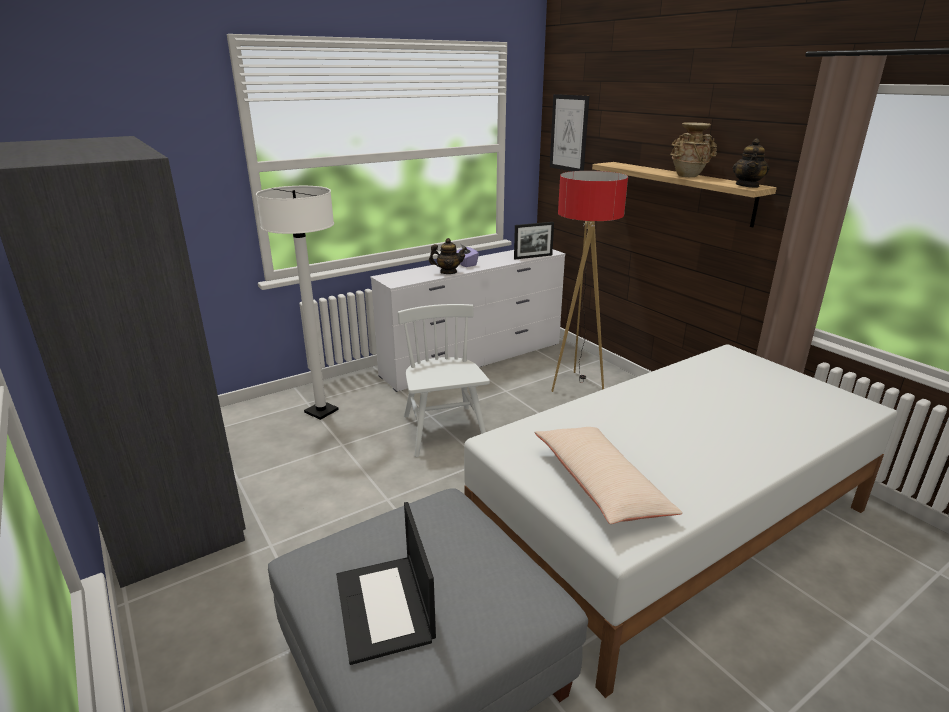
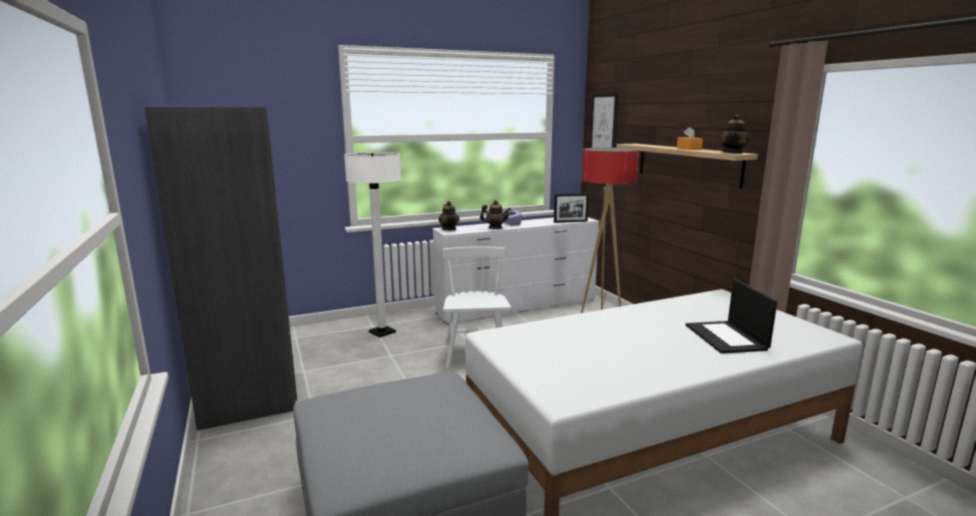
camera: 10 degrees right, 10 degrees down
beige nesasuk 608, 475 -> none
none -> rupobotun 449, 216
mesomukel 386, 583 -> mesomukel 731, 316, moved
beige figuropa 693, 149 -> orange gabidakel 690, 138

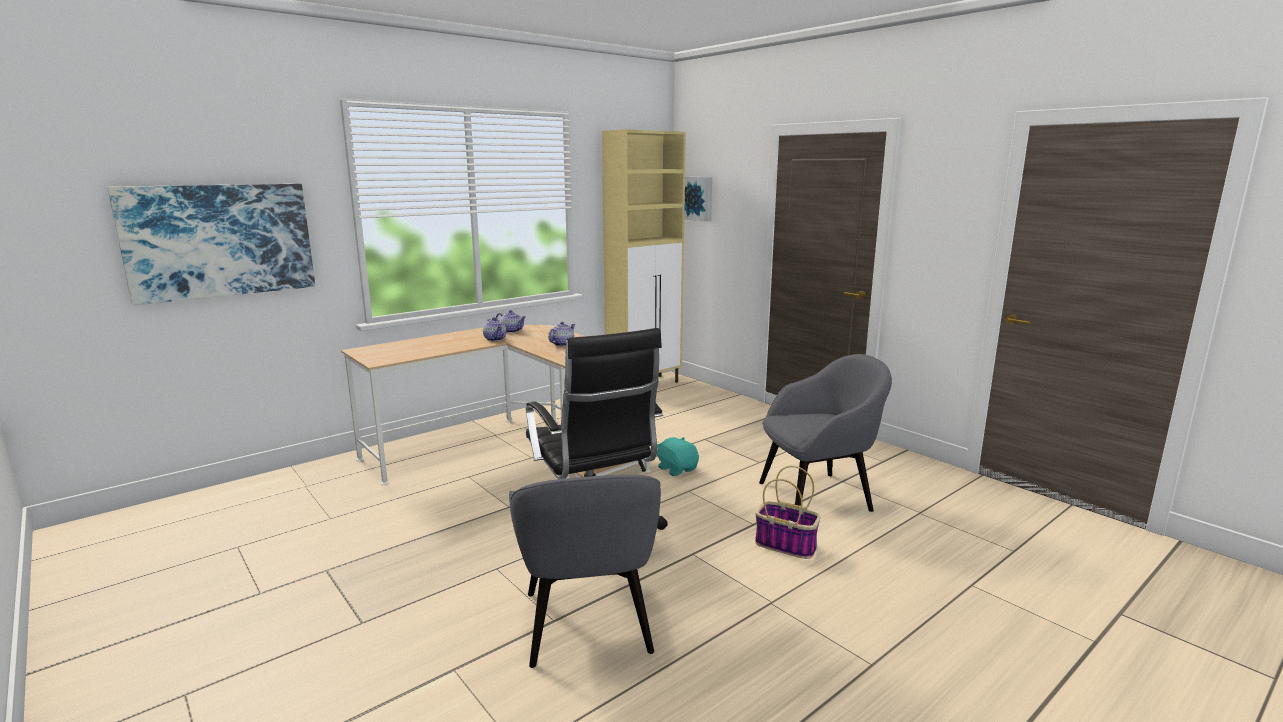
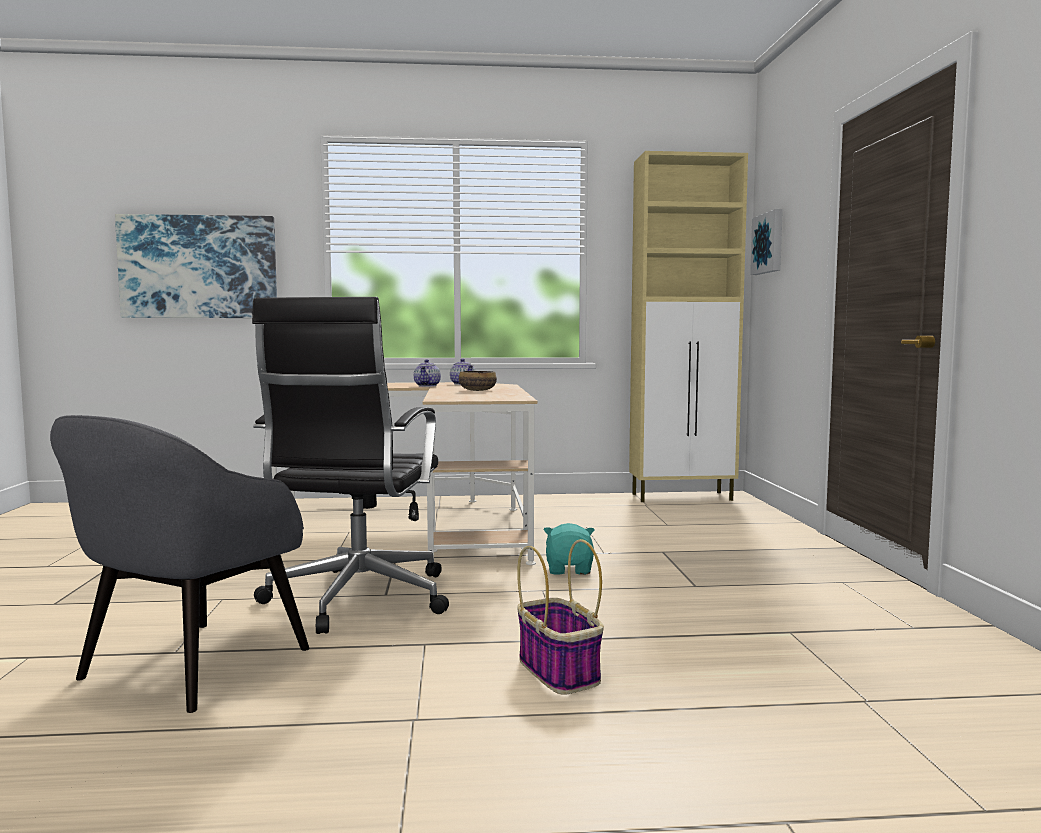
camera: 35 degrees right, 10 degrees down
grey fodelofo 825, 433 -> none
rupobotun 561, 334 -> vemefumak 478, 381

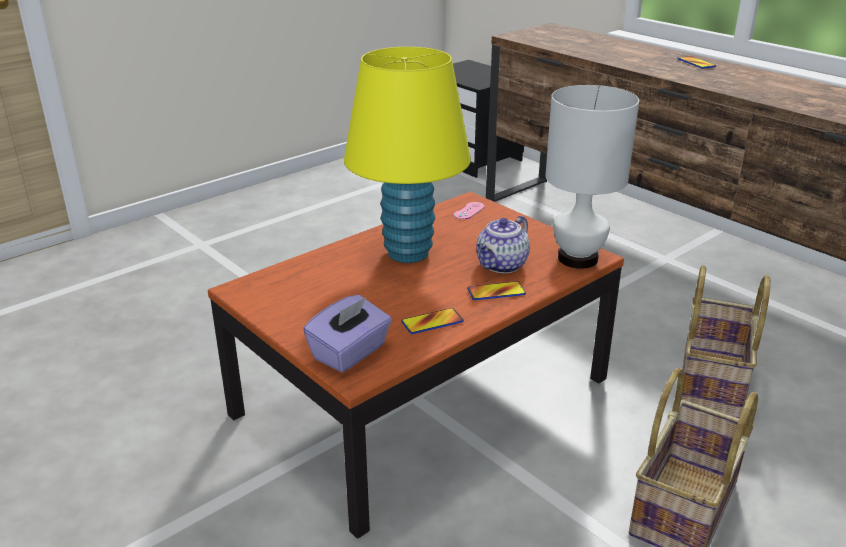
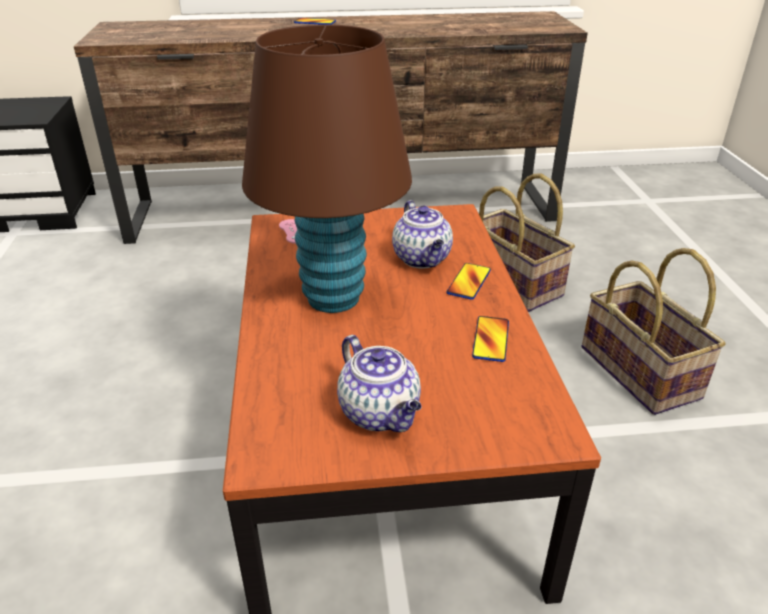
camera: 55 degrees left, 5 degrees up
purple gabidakel 347, 334 -> none
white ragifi 592, 177 -> none
none -> rupobotun 379, 383
yellow ragifi 407, 155 -> brown ragifi 327, 169

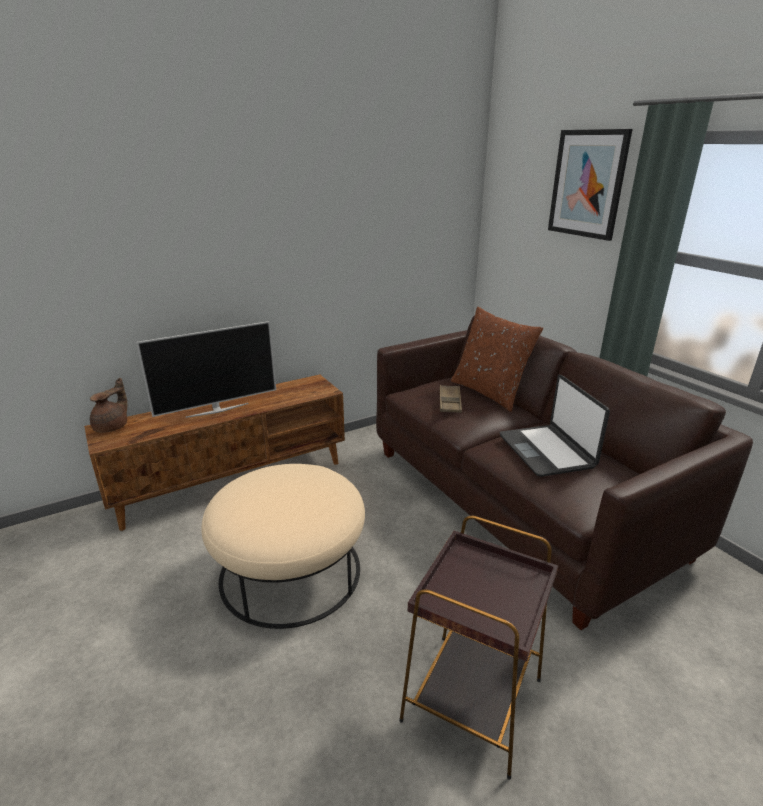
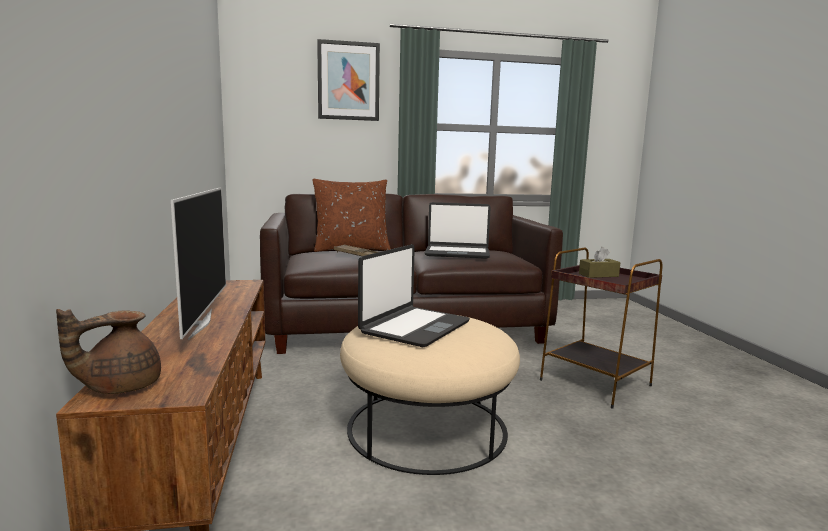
camera: 70 degrees left, 15 degrees down
none -> mesomukel 414, 295
none -> brown gabidakel 599, 262
brown rupobotun 108, 405 -> brown rupobotun 108, 351, 90 degrees counterclockwise

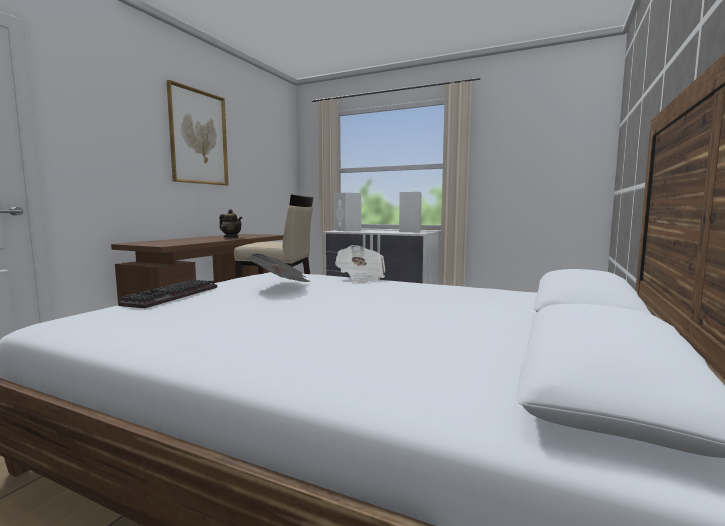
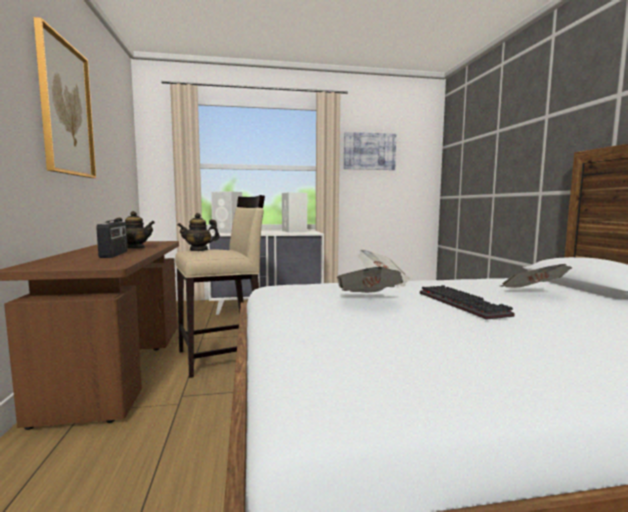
camera: 35 degrees left, 0 degrees up
none -> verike 112, 239
none -> rupobotun 198, 232
none -> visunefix 370, 151
none -> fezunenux 536, 276
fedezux 167, 293 -> fedezux 467, 302, moved

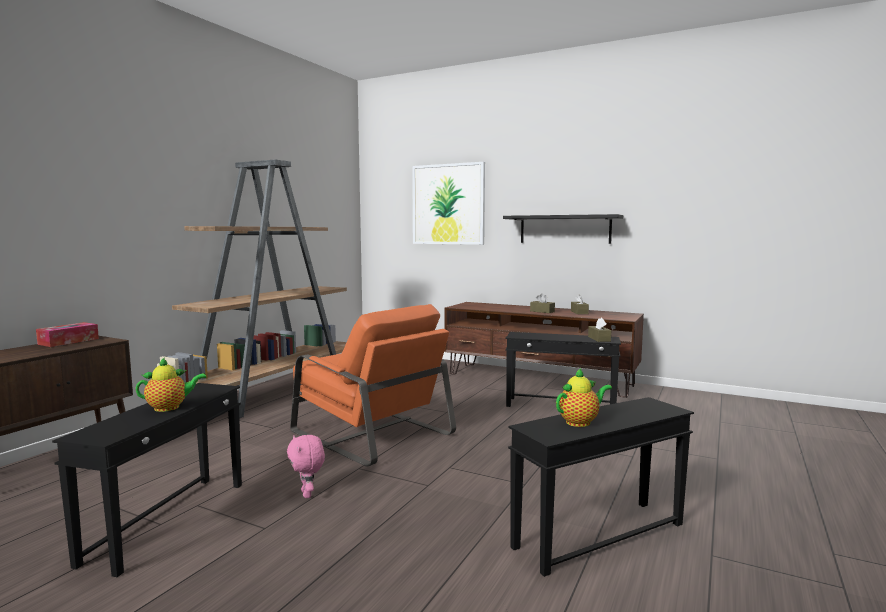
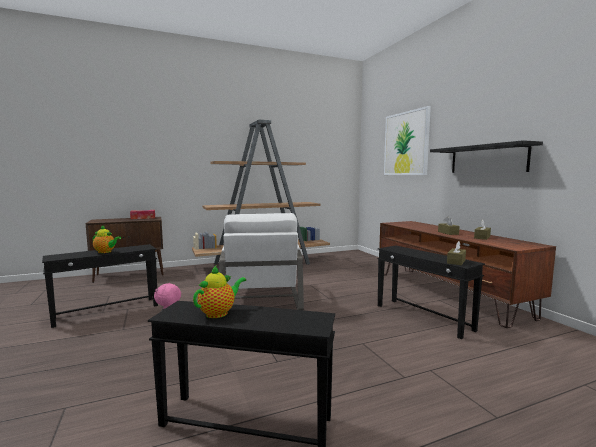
camera: 40 degrees right, 0 degrees up
orange fodelofo 373, 385 -> white fodelofo 261, 261
rupobotun 584, 397 -> rupobotun 219, 292, 60 degrees counterclockwise

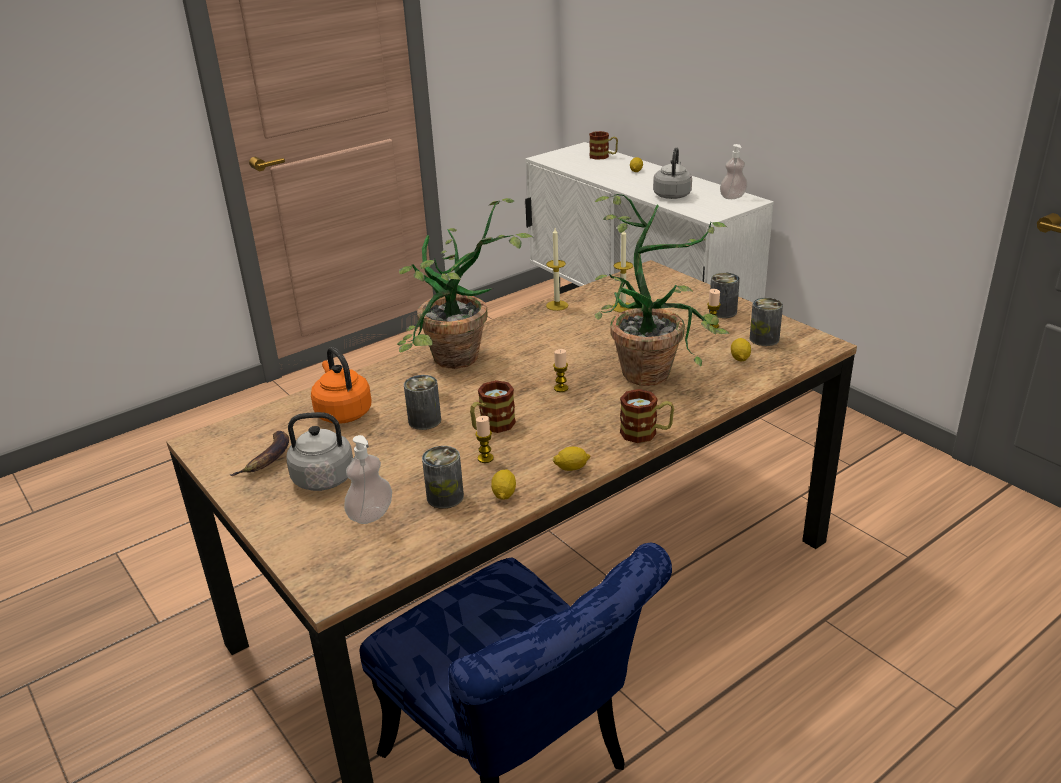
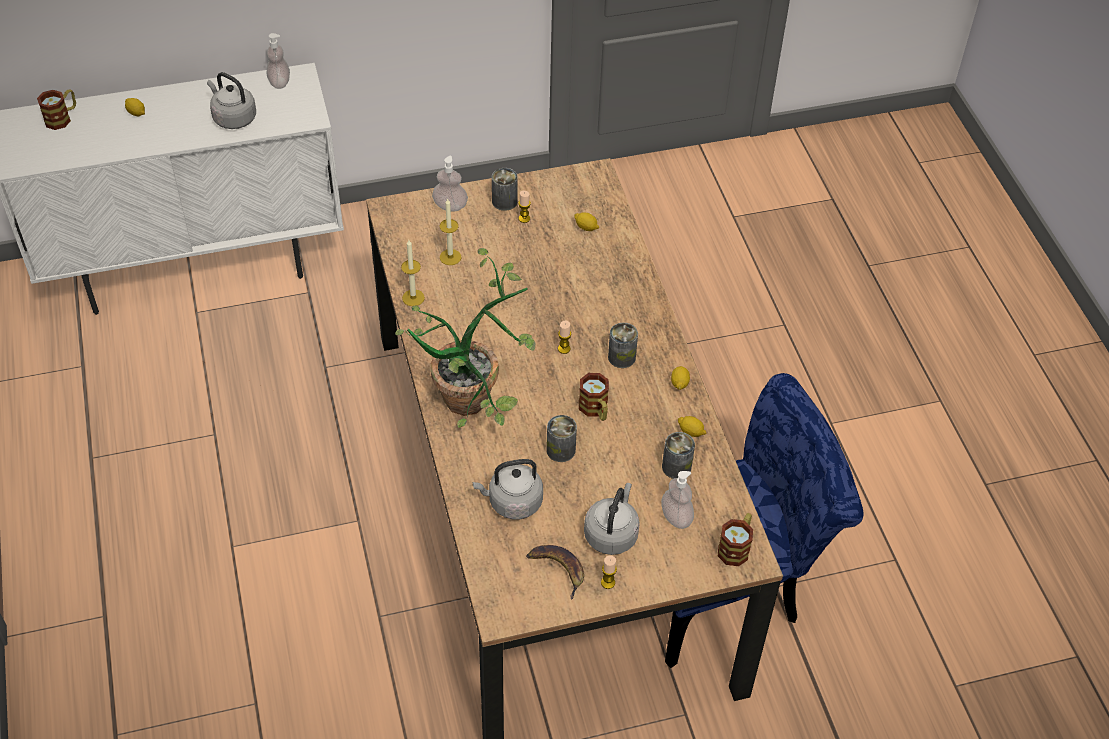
camera: 70 degrees left, 20 degrees up
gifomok 662, 290 -> none
none -> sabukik 450, 184
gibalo 484, 439 -> gibalo 609, 572, moved
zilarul 647, 416 -> zilarul 735, 539, moved
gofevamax 766, 322 -> gofevamax 623, 345, moved
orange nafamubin 341, 385 -> grey nafamubin 508, 489

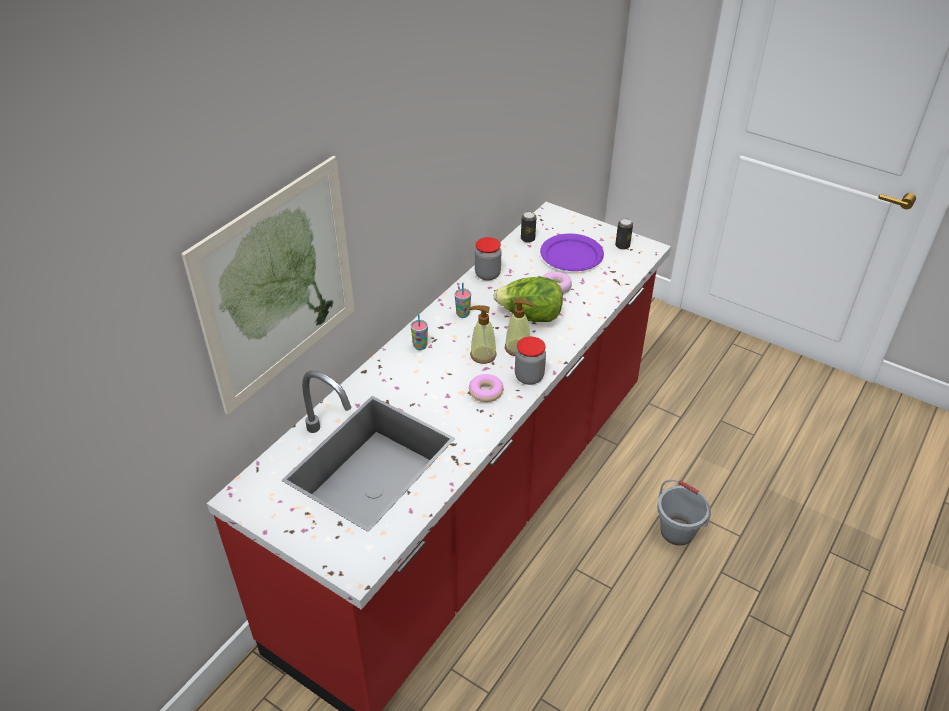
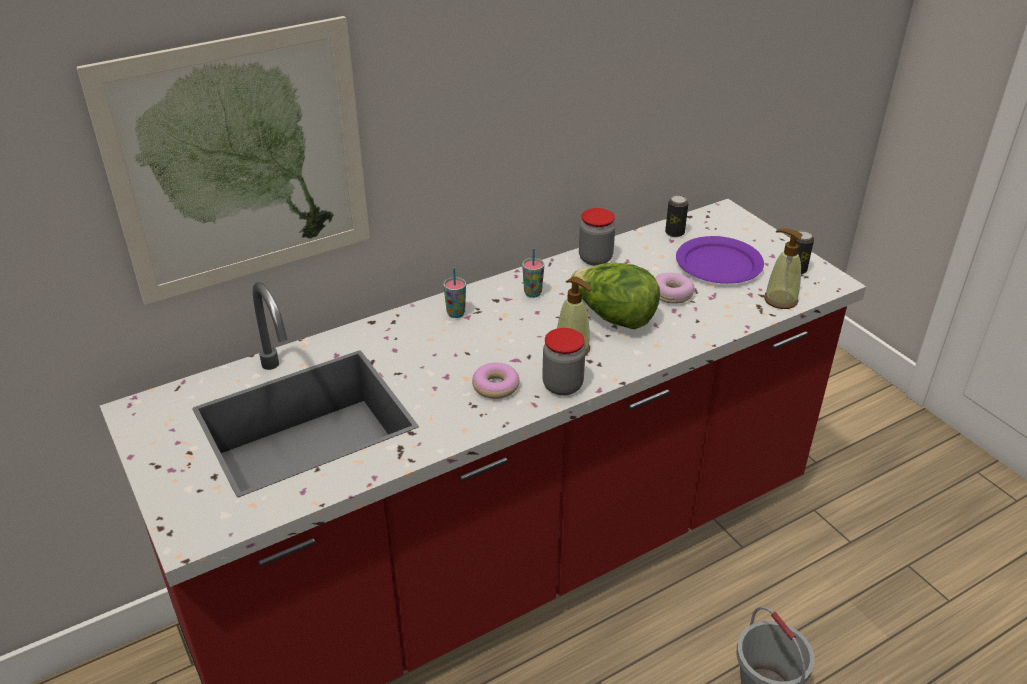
camera: 25 degrees right, 5 degrees down
sabukik 483, 334 -> sabukik 783, 269, moved

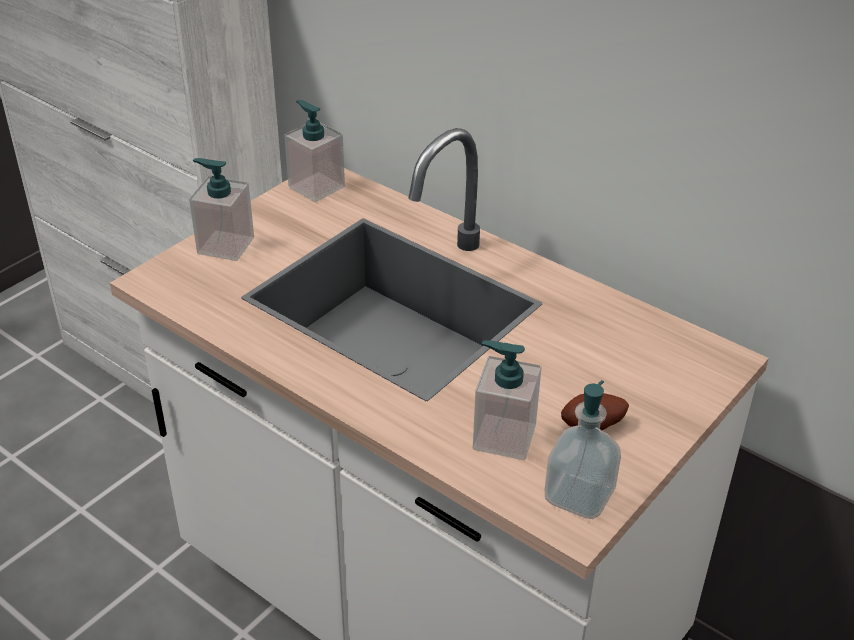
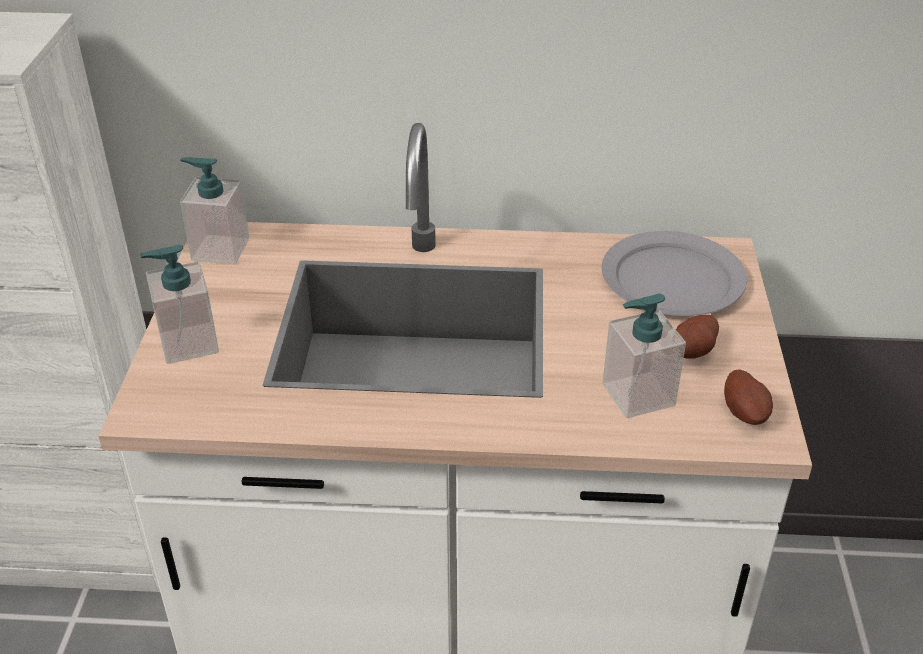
camera: 35 degrees left, 0 degrees up
none -> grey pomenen 674, 273
sabukik 583, 449 -> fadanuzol 748, 397

